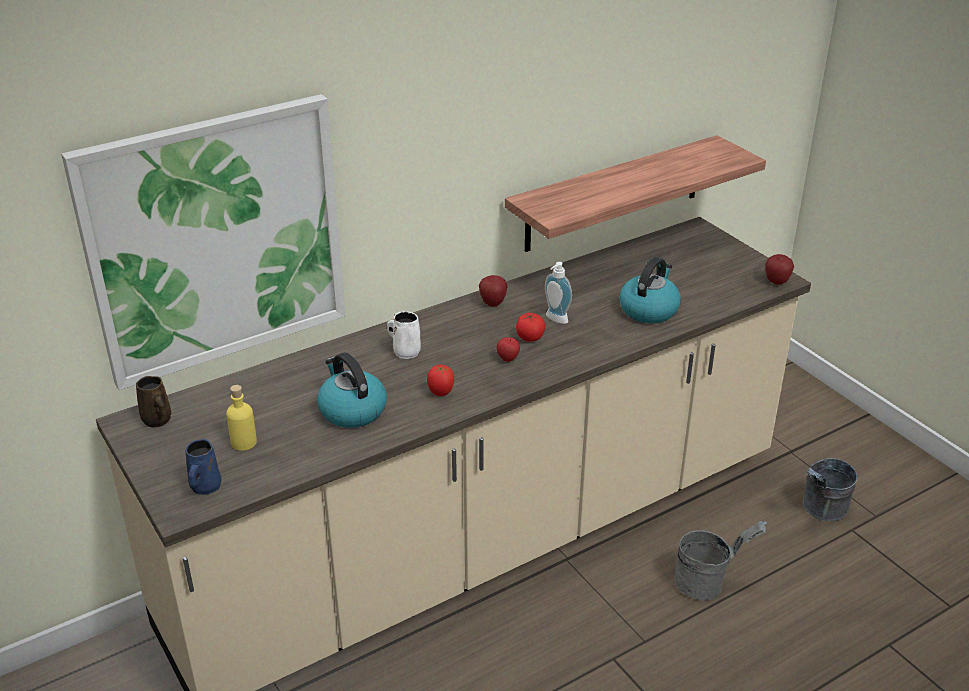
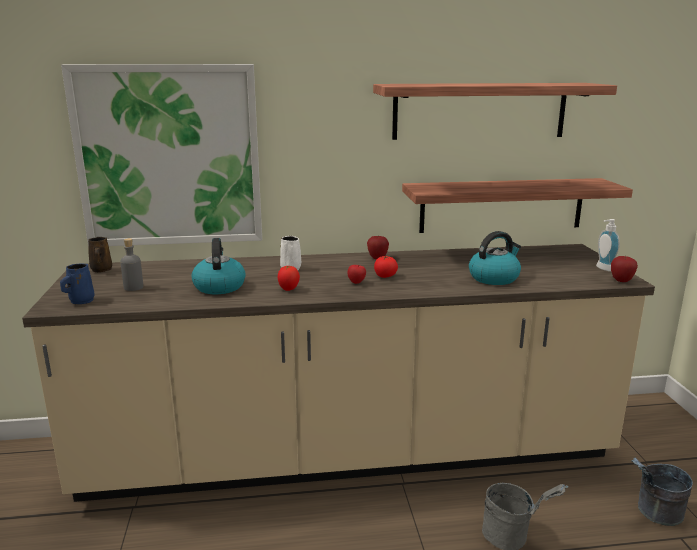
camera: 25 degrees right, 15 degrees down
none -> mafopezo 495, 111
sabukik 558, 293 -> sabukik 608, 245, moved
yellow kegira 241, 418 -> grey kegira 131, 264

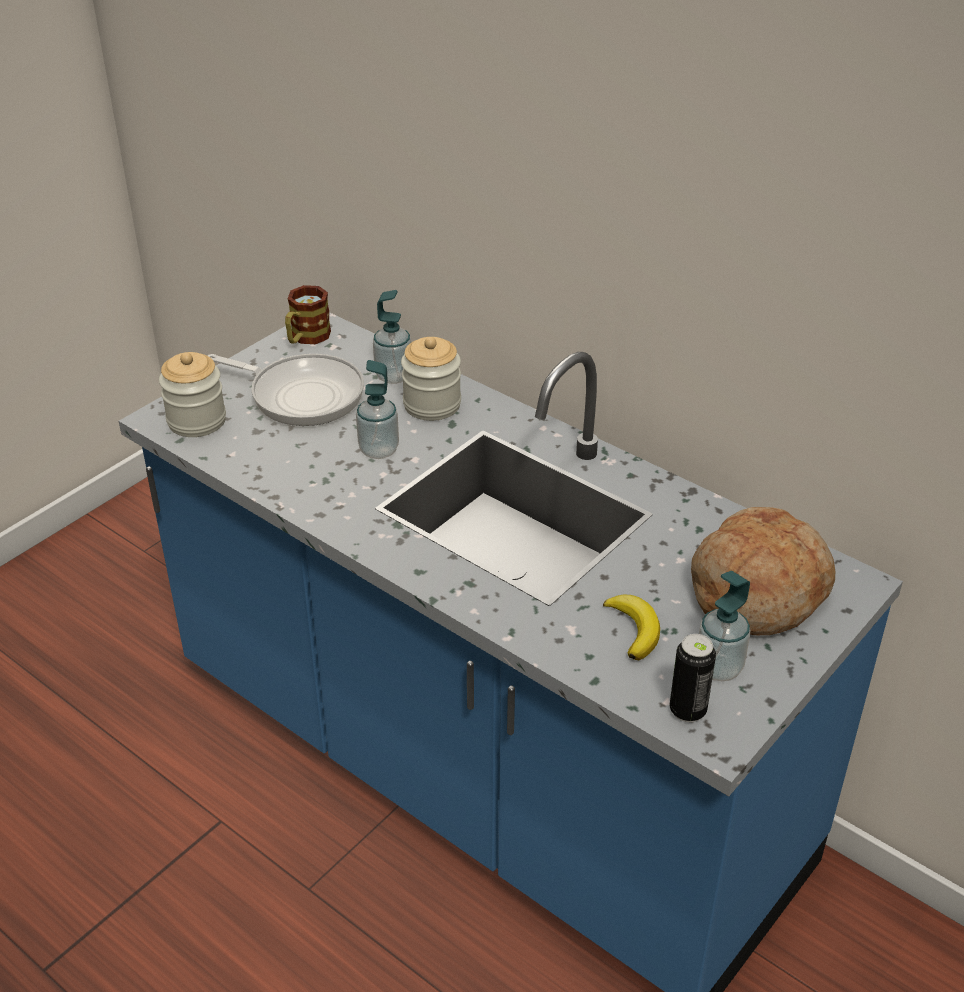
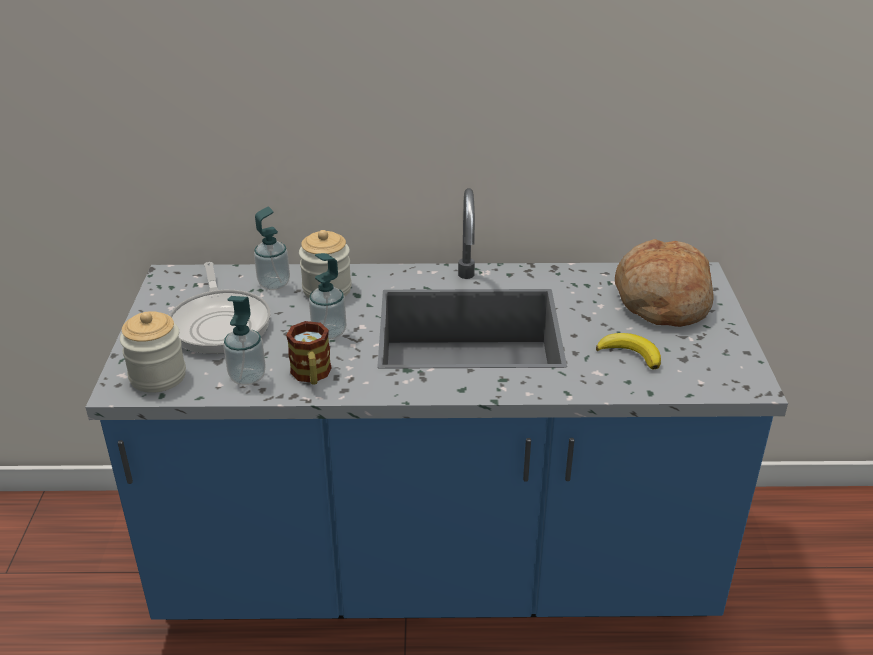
camera: 40 degrees left, 5 degrees down
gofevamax 693, 678 -> none
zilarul 308, 314 -> zilarul 309, 353, moved
sabukik 724, 626 -> sabukik 244, 340, moved
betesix 286, 390 -> betesix 220, 308, 90 degrees clockwise

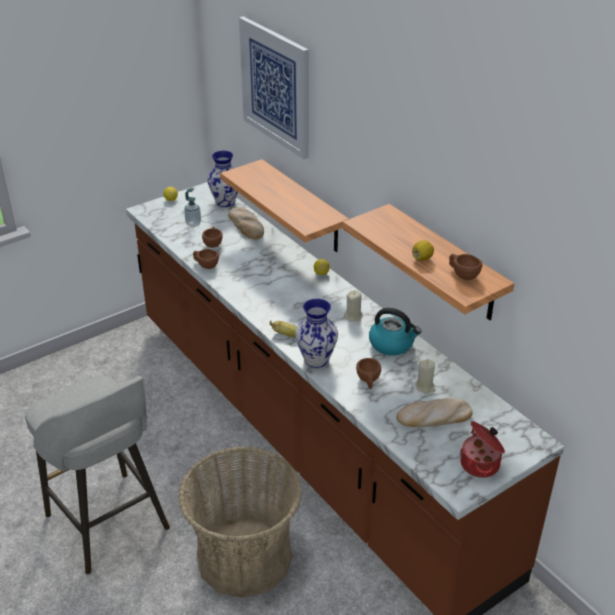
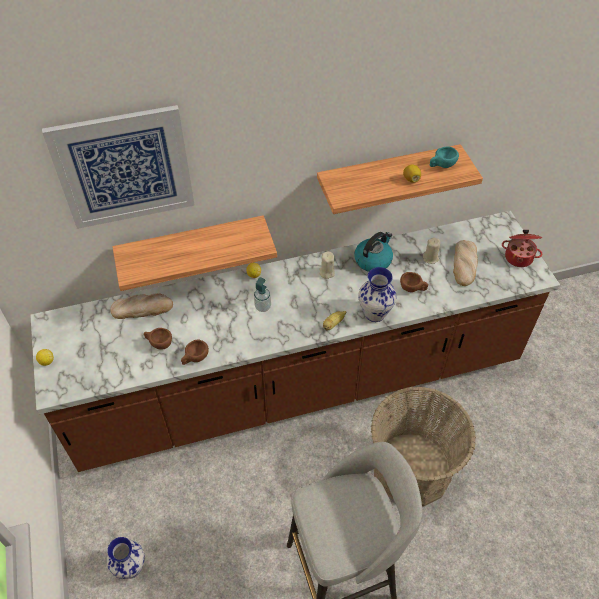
camera: 70 degrees left, 15 degrees up
sabukik 192, 207 -> sabukik 262, 294, moved
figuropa 222, 179 -> figuropa 126, 558, moved
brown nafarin 465, 267 -> turquoise nafarin 444, 157

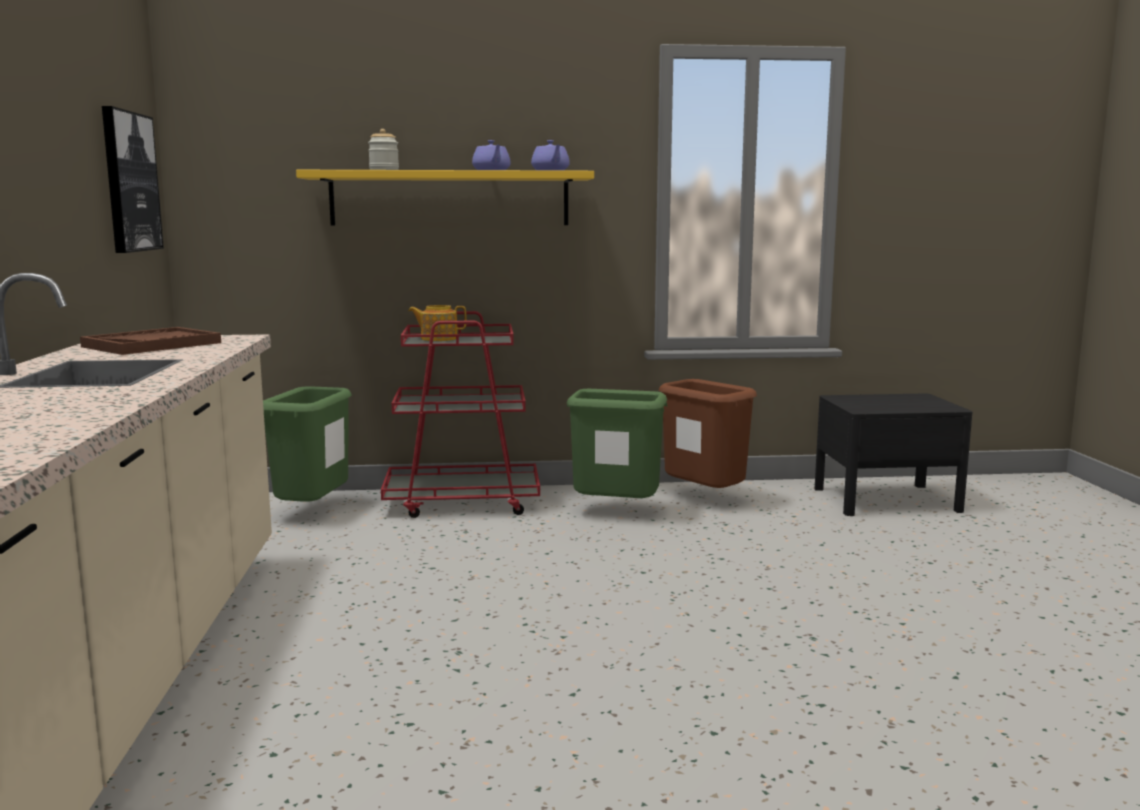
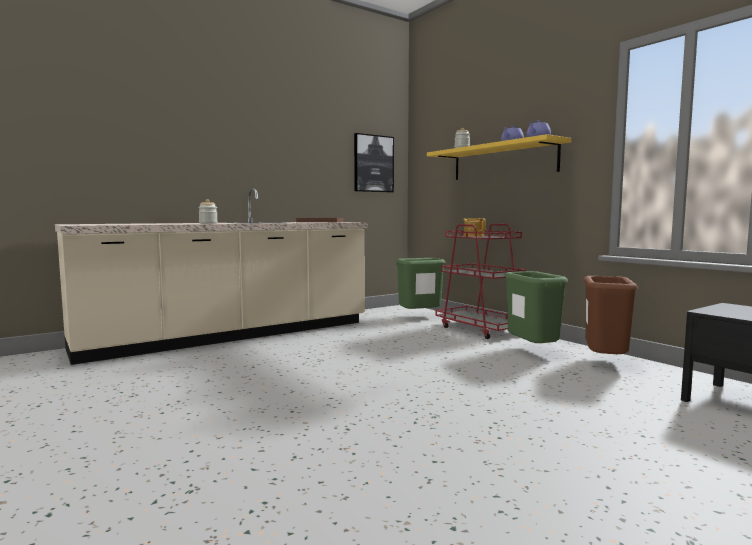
camera: 60 degrees right, 5 degrees down
none -> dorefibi 208, 211

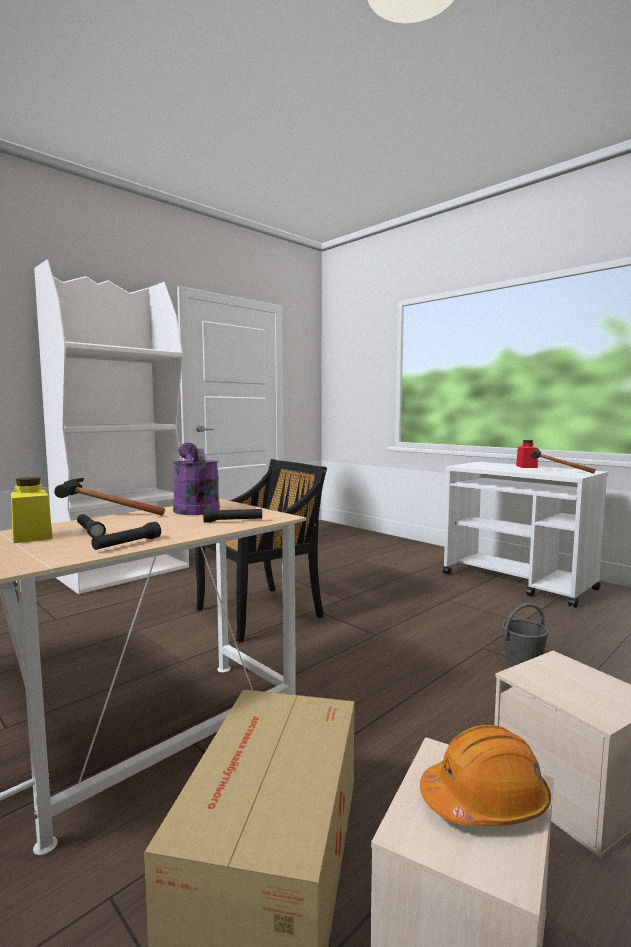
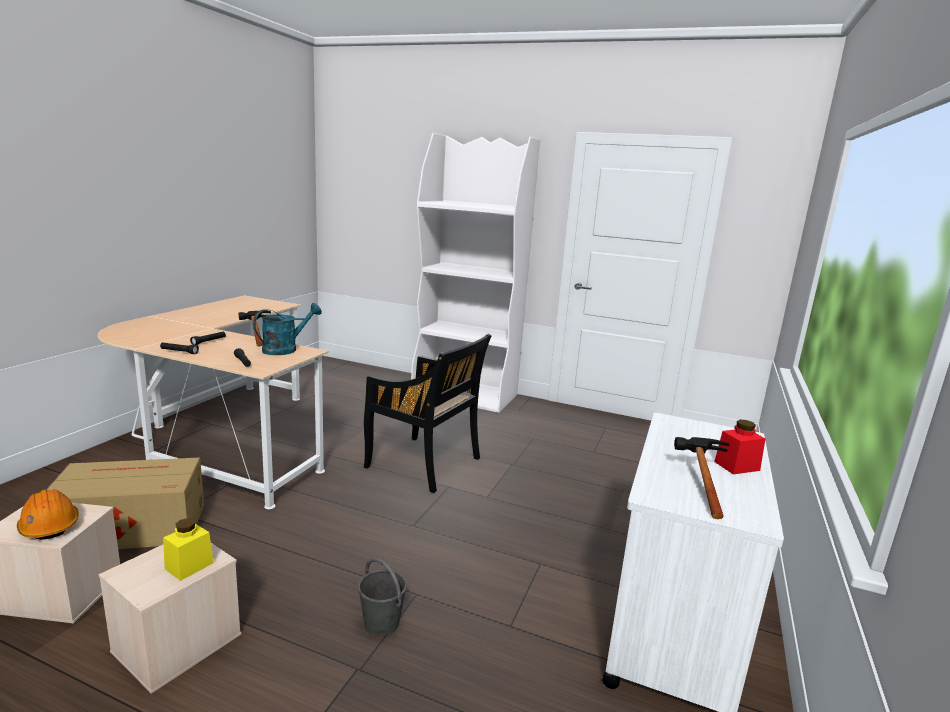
camera: 65 degrees right, 10 degrees up
yellow dorefibi 32, 510 -> yellow dorefibi 188, 549, moved
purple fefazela 196, 479 -> turquoise fefazela 287, 329

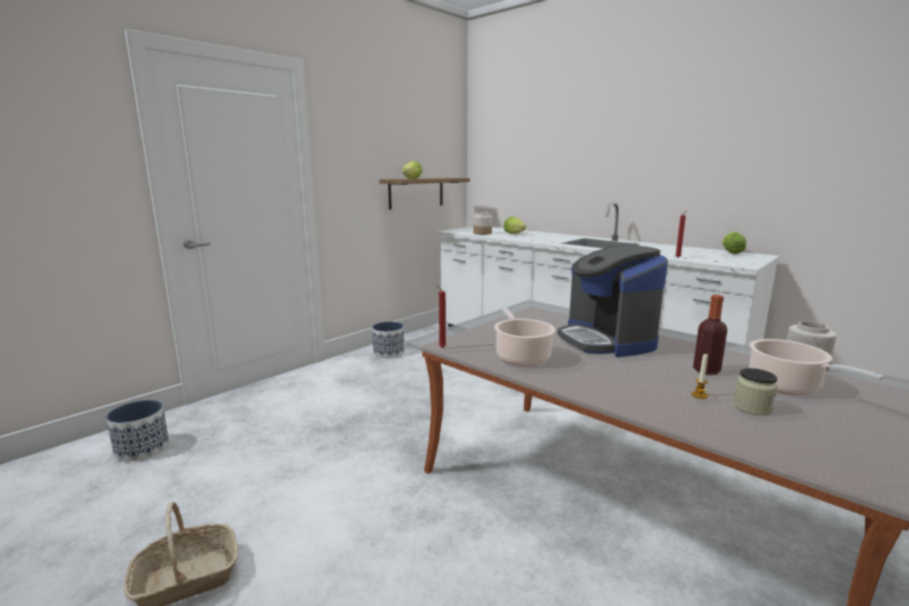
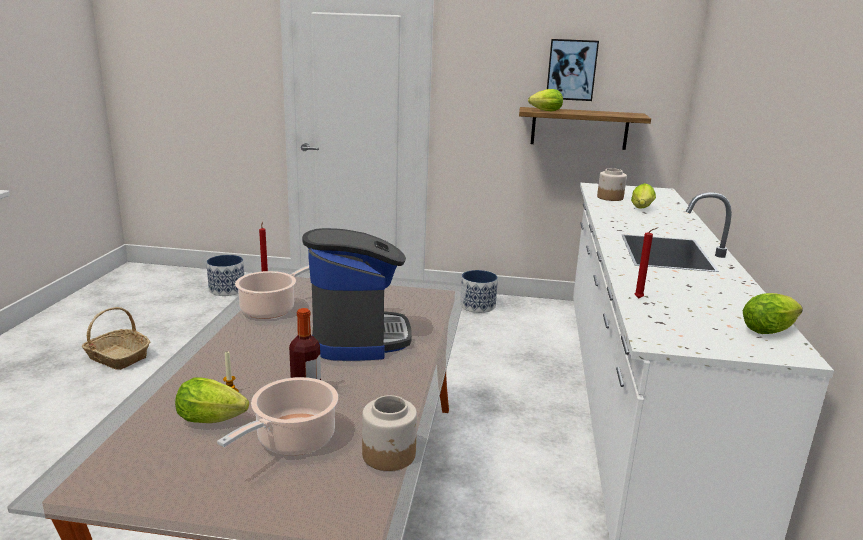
camera: 55 degrees right, 5 degrees up
none -> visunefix 573, 70
dorefibi 755, 391 -> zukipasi 212, 400
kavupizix 612, 301 -> kavupizix 357, 294, 135 degrees clockwise

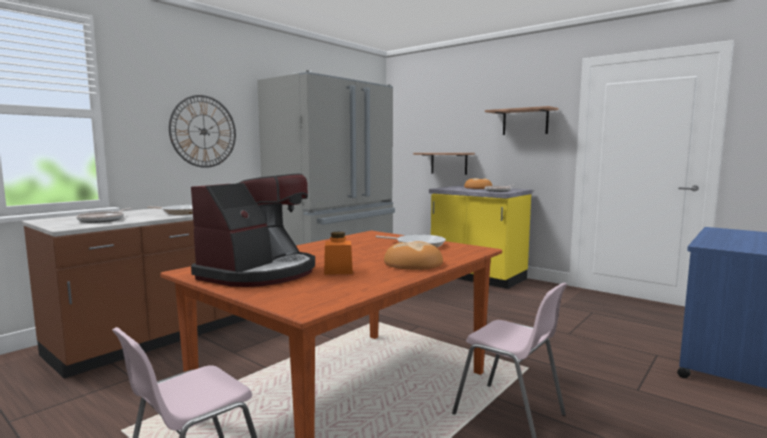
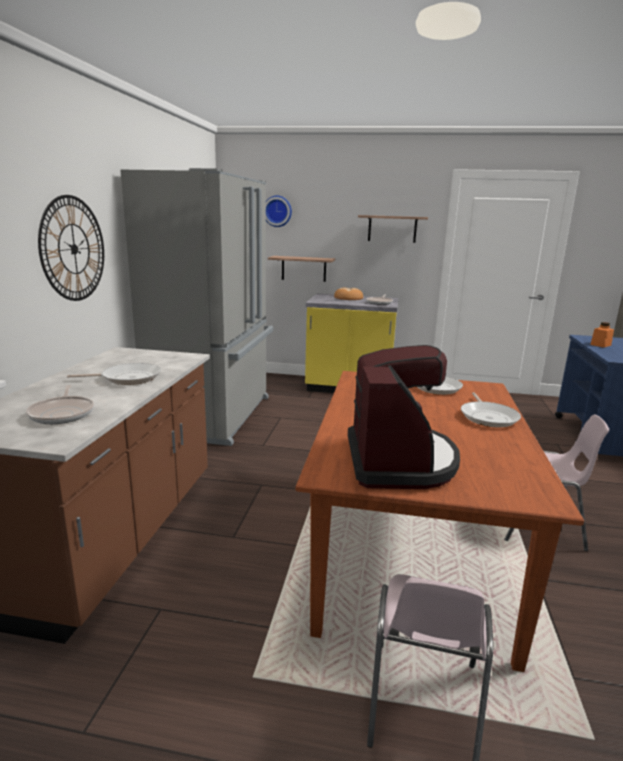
camera: 30 degrees left, 10 degrees up
none -> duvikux 279, 211
orange dorefibi 338, 253 -> orange dorefibi 602, 335, moved
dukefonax 413, 255 -> betesix 491, 409

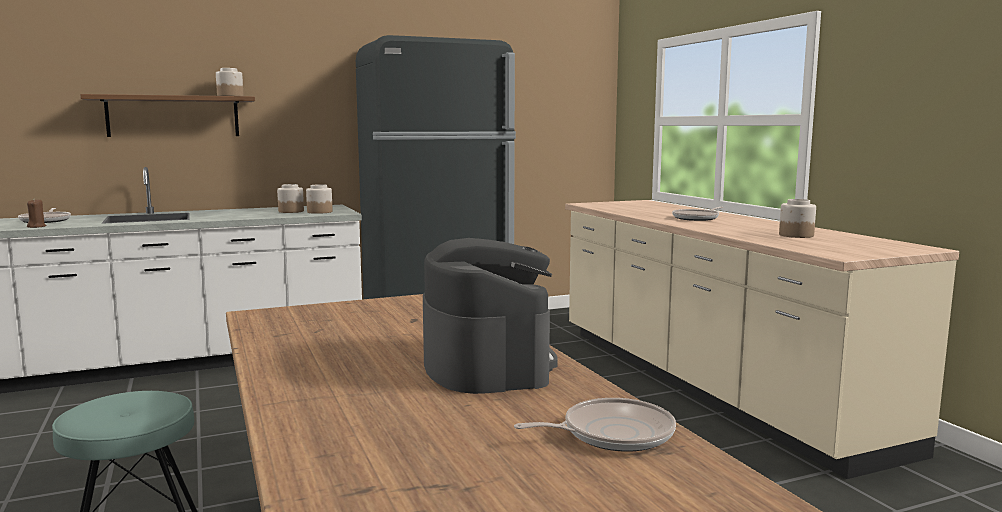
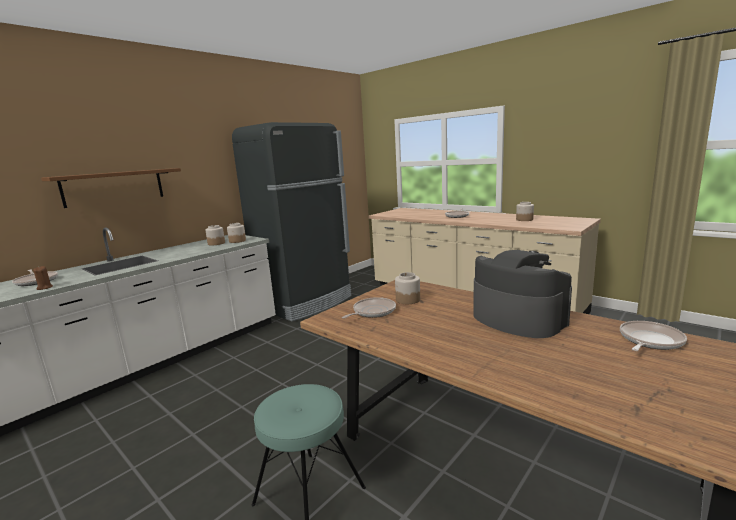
camera: 25 degrees left, 5 degrees up
none -> betesix 369, 308
dorefibi 230, 82 -> dorefibi 407, 288, moved

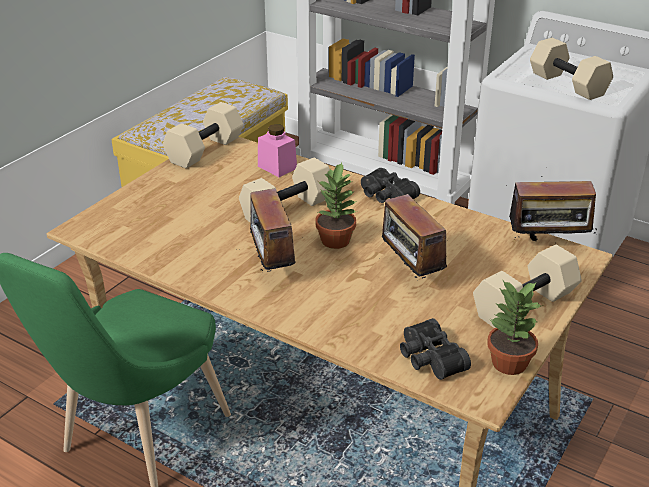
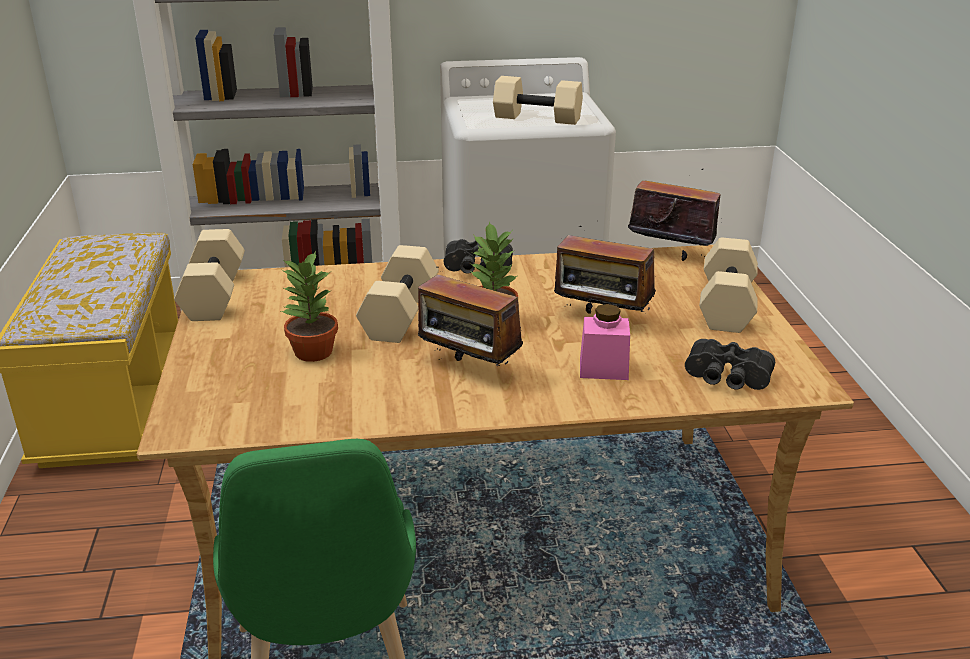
camera: 40 degrees left, 5 degrees down
pink dorefibi 277, 150 -> pink dorefibi 605, 342, moved
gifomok 515, 328 -> gifomok 309, 306, moved
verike 553, 208 -> verike 674, 215, 120 degrees counterclockwise

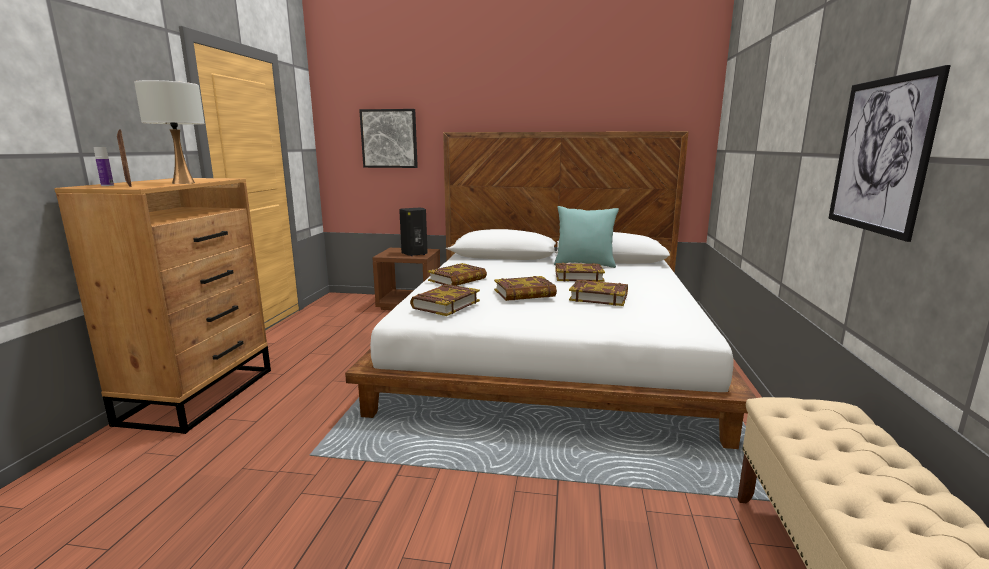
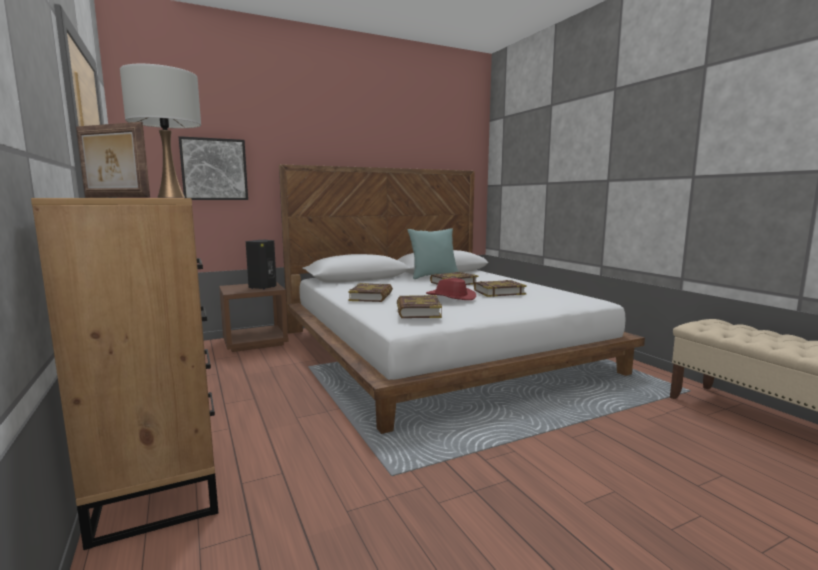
camera: 35 degrees left, 5 degrees down
kegira 104, 166 -> none
visunefix 889, 153 -> none
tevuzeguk 525, 288 -> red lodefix 451, 289

